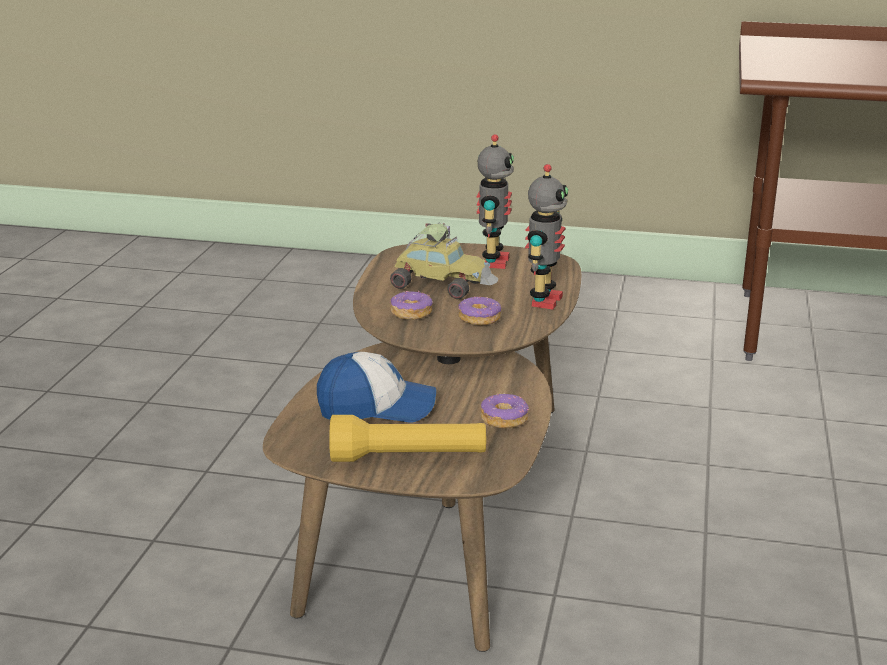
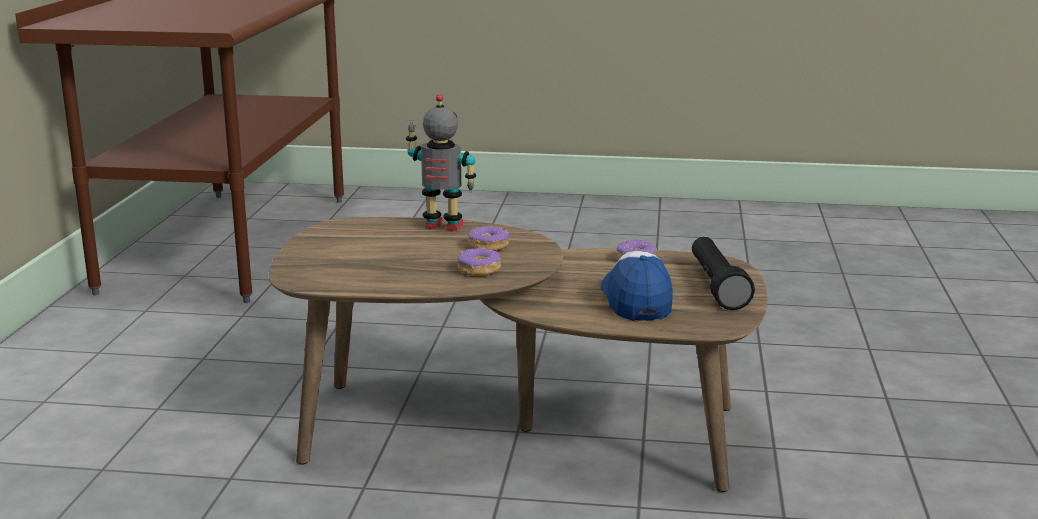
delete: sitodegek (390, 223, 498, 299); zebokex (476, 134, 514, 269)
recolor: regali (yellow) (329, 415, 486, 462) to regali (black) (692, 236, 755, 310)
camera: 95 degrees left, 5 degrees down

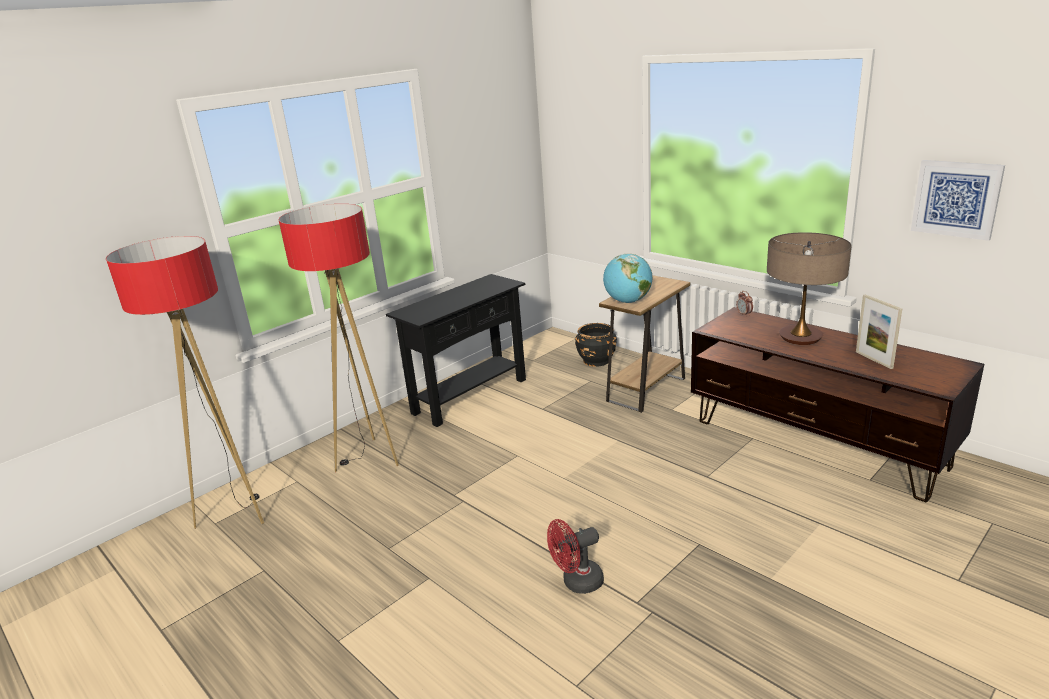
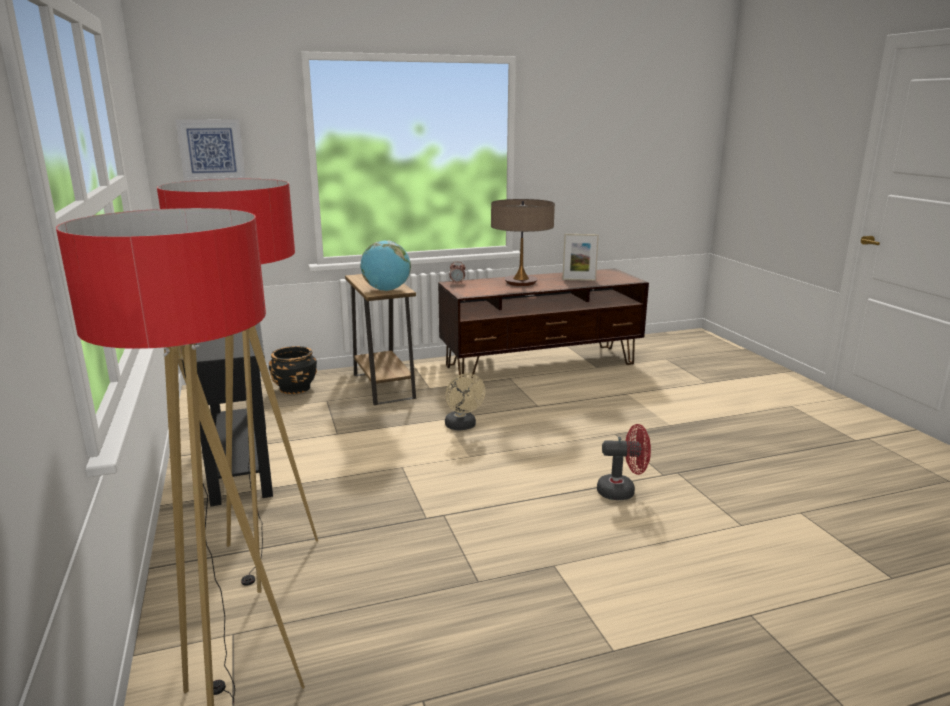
insert: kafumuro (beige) (445, 373, 486, 431)
move: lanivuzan (911, 160, 1005, 241) to (176, 119, 245, 181)
rotate: kafumuro (red) (547, 519, 604, 594) = (597, 424, 651, 500) 90 degrees counterclockwise
camera: 65 degrees left, 5 degrees down

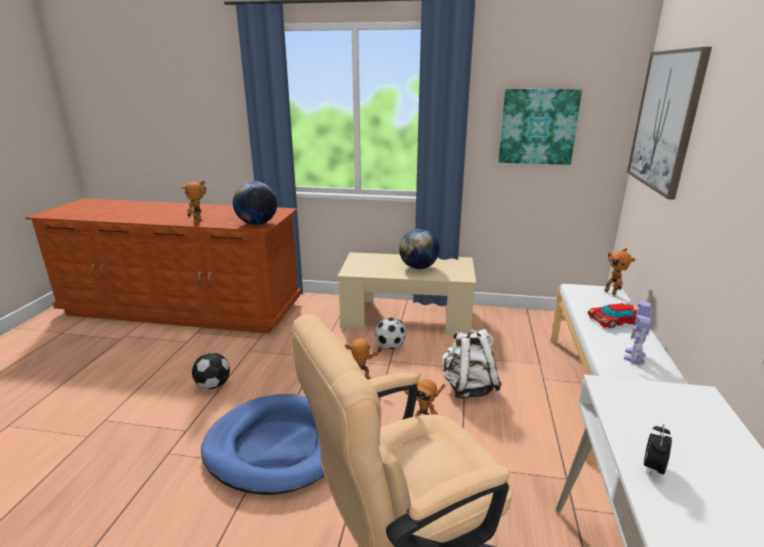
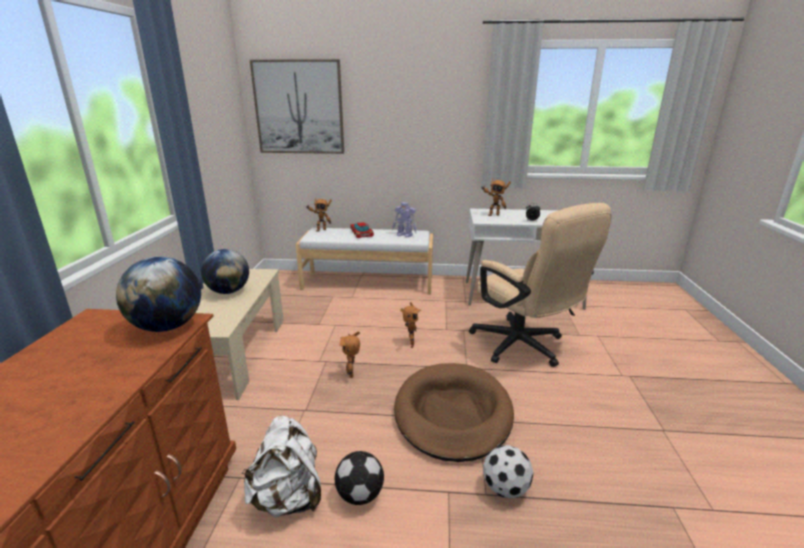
delete: lanivuzan (498, 89, 582, 165)
move: zebokex (181, 180, 206, 224) to (481, 179, 511, 216); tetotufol (375, 317, 406, 349) to (483, 445, 534, 498); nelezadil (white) (442, 329, 502, 399) to (242, 415, 321, 517)
recolor: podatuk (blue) (201, 394, 324, 495) to podatuk (brown) (394, 363, 514, 462)
camera: 95 degrees left, 0 degrees up

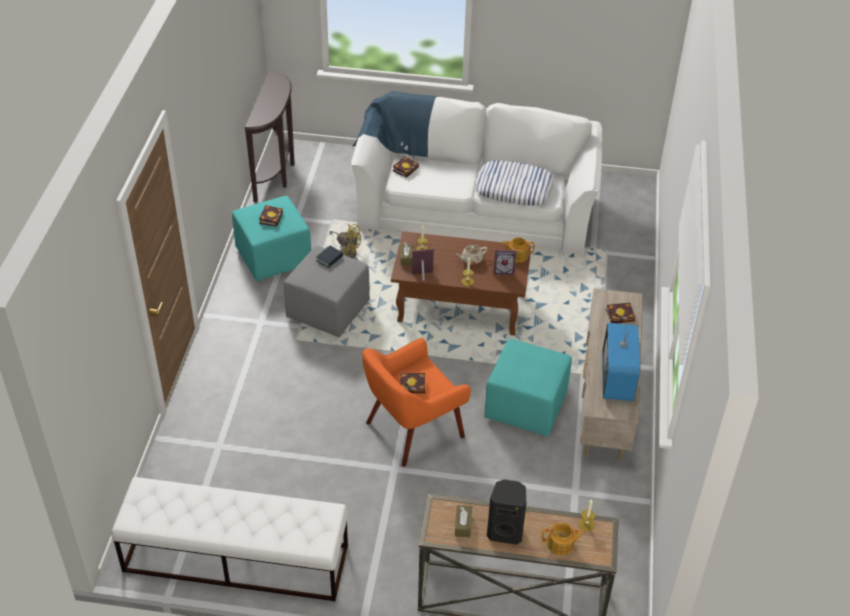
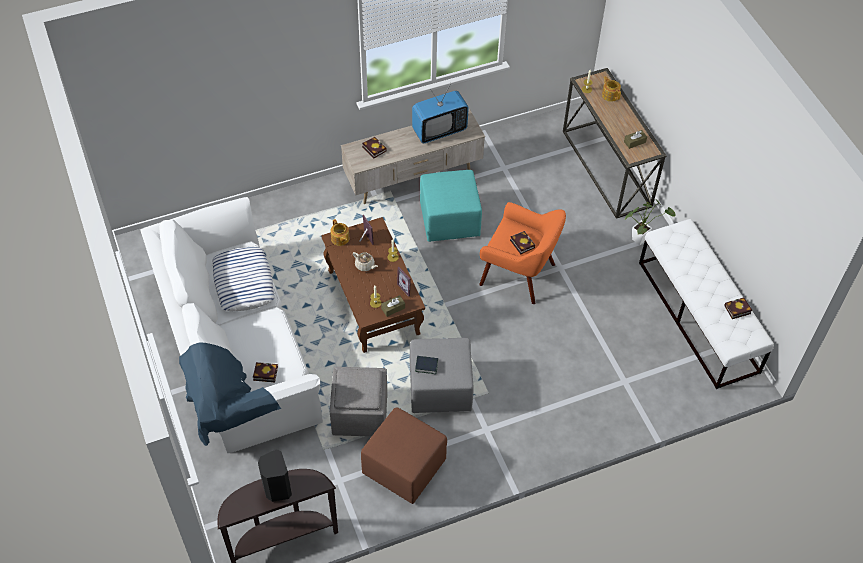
insert: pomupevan (625, 200, 675, 245)
move: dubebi (259, 205, 283, 226) to (724, 297, 752, 319); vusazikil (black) (487, 479, 526, 545) to (258, 449, 292, 502)
replace: kafumuro (yellow) (330, 224, 361, 258) to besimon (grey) (330, 367, 387, 436)
recolor: besimon (turquoise) (232, 196, 311, 281) to besimon (brown) (361, 407, 447, 504)
camera: 120 degrees left, 10 degrees up

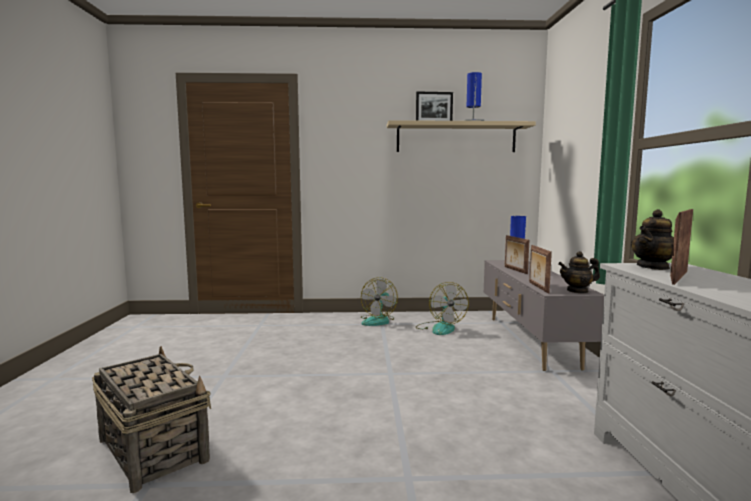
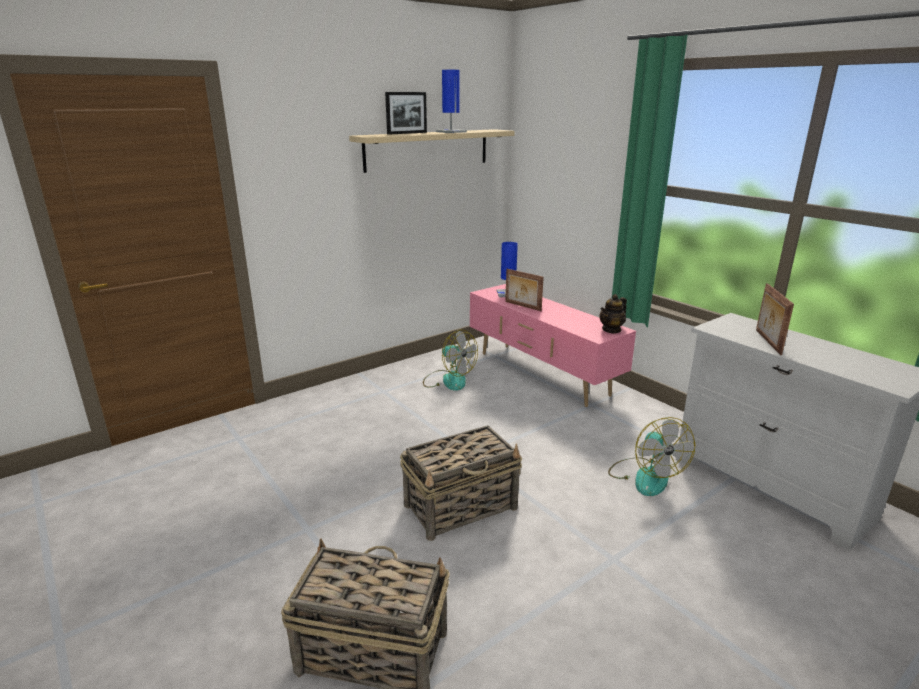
delete: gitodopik (529, 245, 552, 294); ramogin (631, 209, 674, 270)
insert: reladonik (400, 425, 522, 541)
move: kafumuro (361, 277, 398, 326) to (608, 417, 695, 496)
recolor: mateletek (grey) (484, 260, 604, 371) to mateletek (pink) (470, 284, 636, 407)
camera: 35 degrees left, 15 degrees up

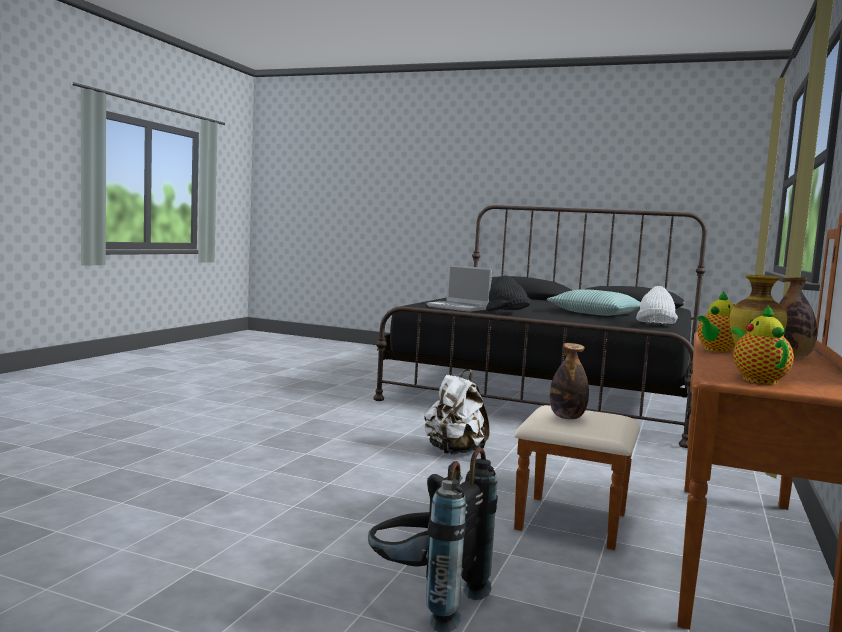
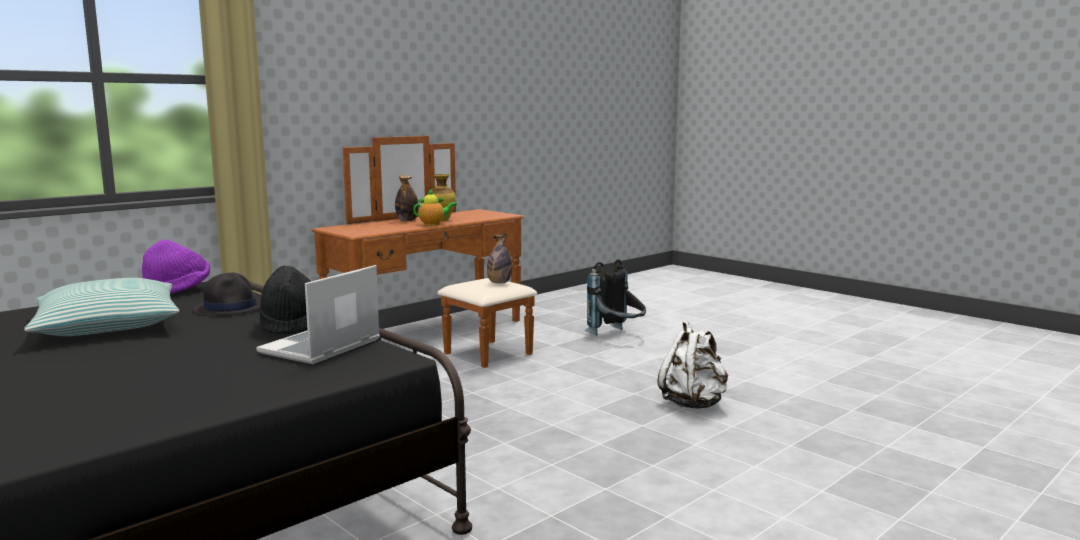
delete: ramogin (732, 305, 794, 384)
insert: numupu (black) (193, 273, 261, 316)
move: nelezadil (white) (425, 369, 490, 455) to (657, 321, 728, 409)
recolor: numupu (white) (636, 286, 678, 324) to numupu (purple) (142, 240, 210, 294)
rotate: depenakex (426, 265, 492, 312) = (256, 265, 380, 364) 120 degrees counterclockwise
camera: 155 degrees left, 5 degrees up

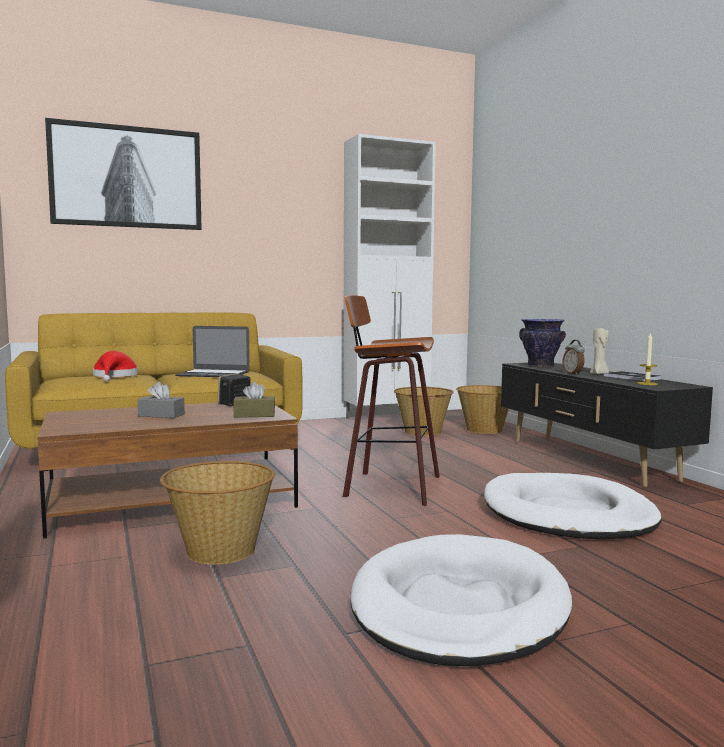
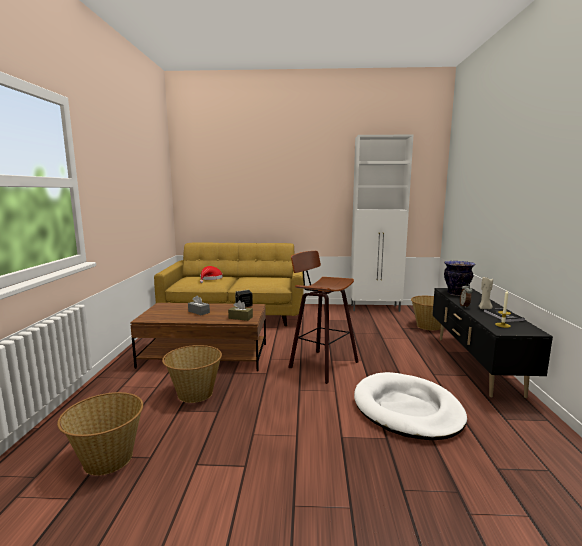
delete: lanivuzan (45, 118, 202, 230); depenakex (175, 326, 250, 377); podatuk (white) (350, 534, 572, 666)
move: reladonik (394, 387, 454, 436) to (57, 392, 143, 476)
camera: 25 degrees right, 5 degrees up

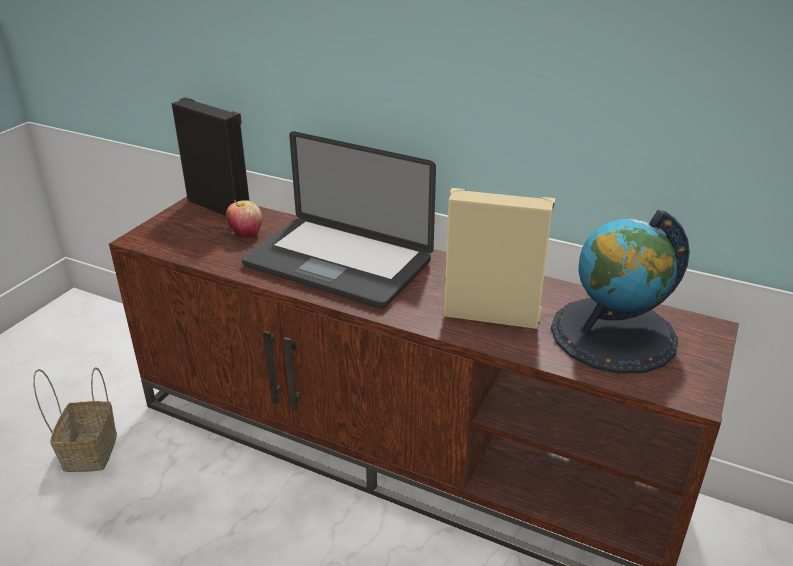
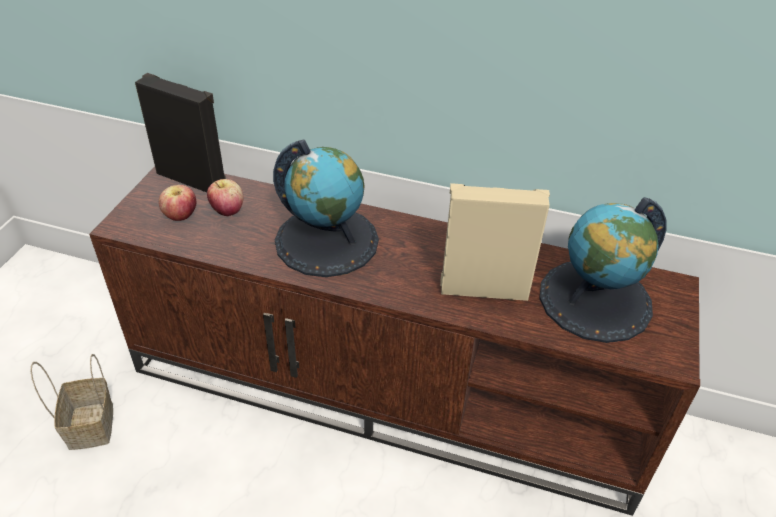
insert: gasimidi (159, 185, 196, 221)
replace: depenakex (242, 131, 436, 308) to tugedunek (273, 140, 379, 277)
camera: 10 degrees left, 10 degrees up

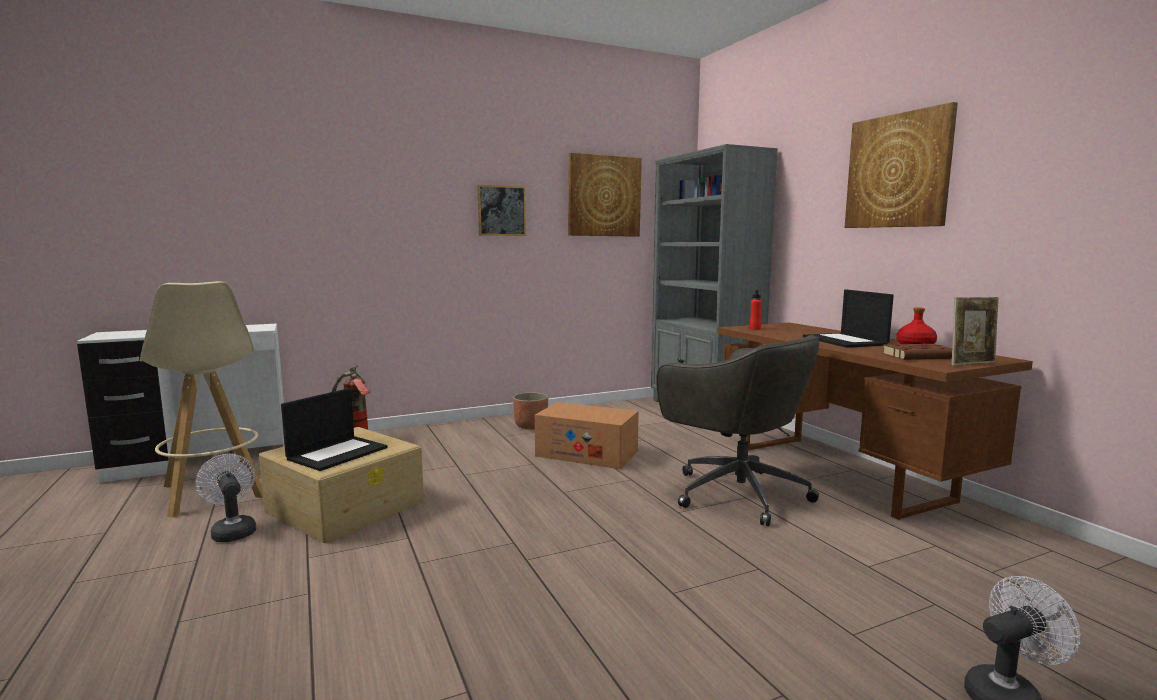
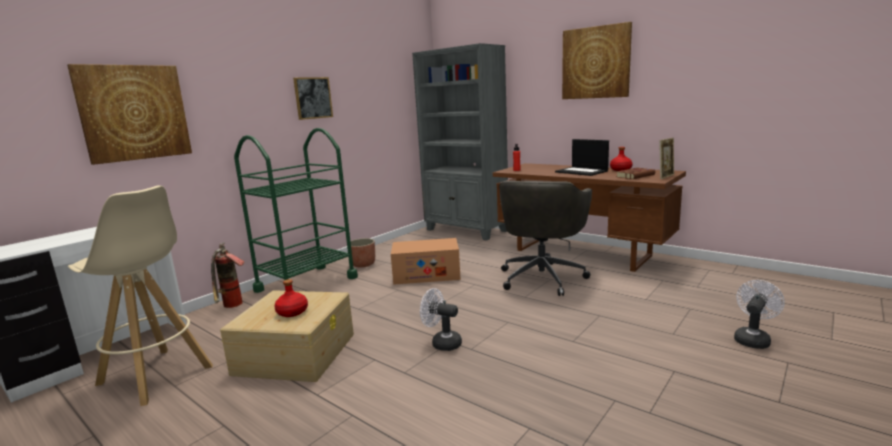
insert: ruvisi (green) (234, 128, 358, 293)
move: kafumuro (white) (195, 454, 256, 542) to (420, 288, 462, 351); lanivuzan (568, 153, 642, 237) to (67, 64, 192, 165)
replace: depenakex (281, 388, 388, 471) to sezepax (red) (274, 279, 308, 317)
rotate: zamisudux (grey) (656, 335, 820, 526) = (499, 181, 592, 296) 90 degrees clockwise
camera: 25 degrees left, 5 degrees up

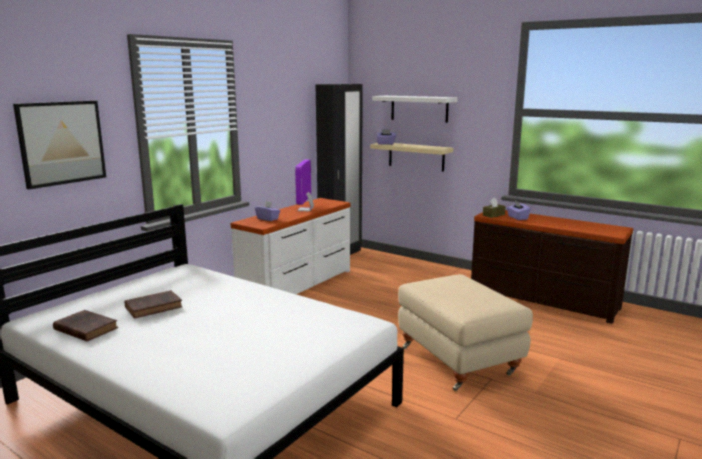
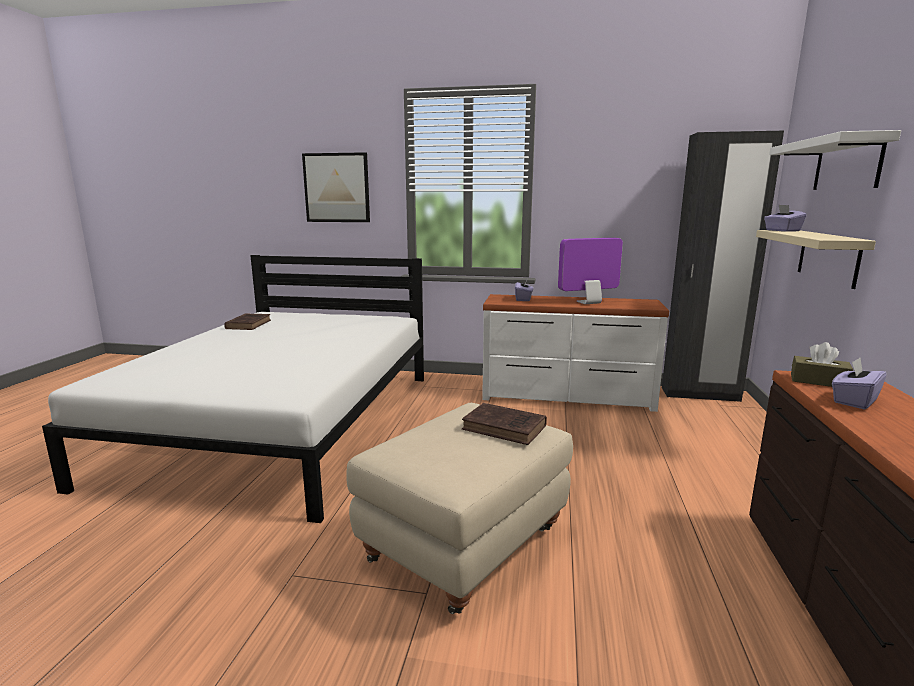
move: dubebi (brown) (124, 290, 182, 319) to (462, 403, 547, 445)
camera: 65 degrees right, 0 degrees up

